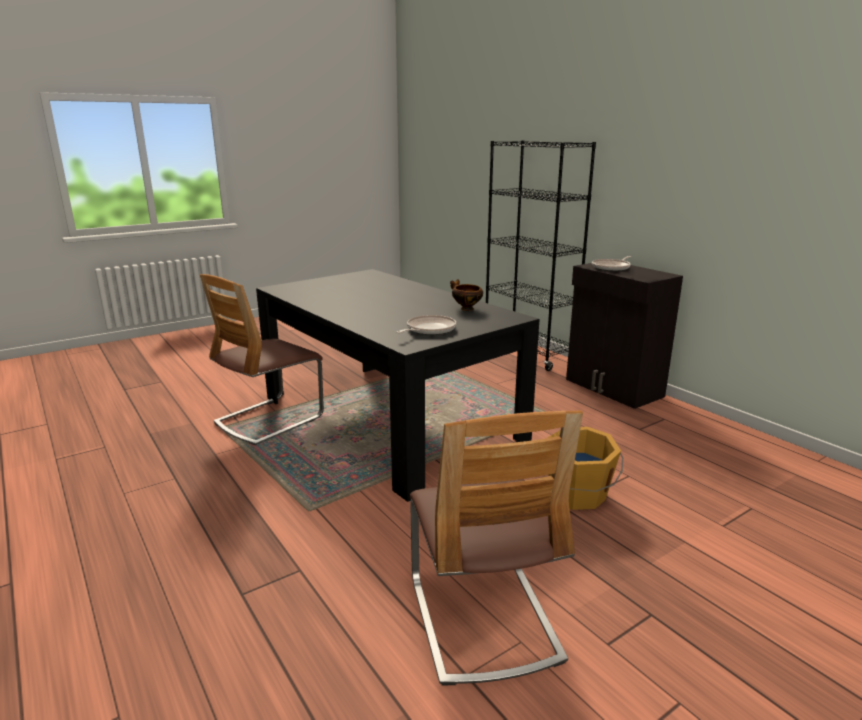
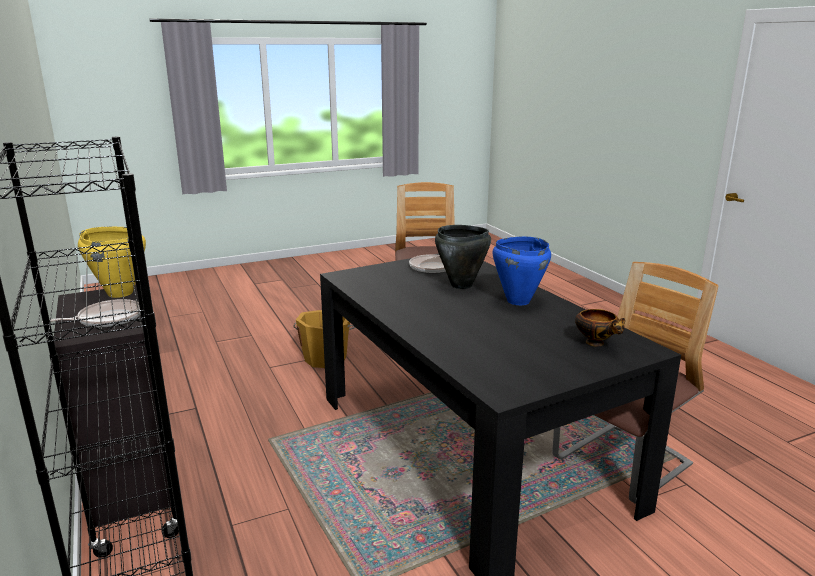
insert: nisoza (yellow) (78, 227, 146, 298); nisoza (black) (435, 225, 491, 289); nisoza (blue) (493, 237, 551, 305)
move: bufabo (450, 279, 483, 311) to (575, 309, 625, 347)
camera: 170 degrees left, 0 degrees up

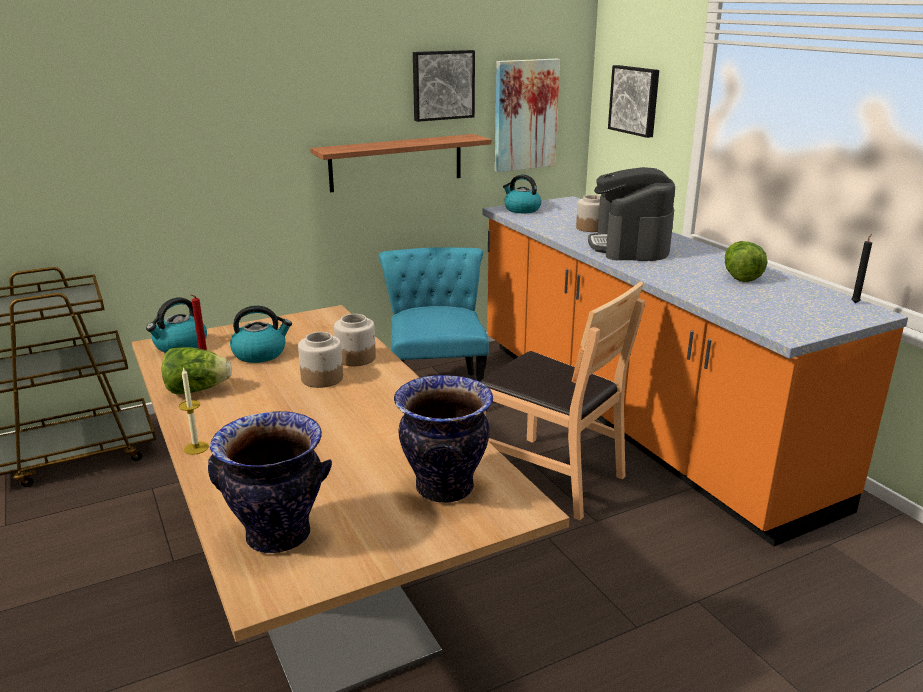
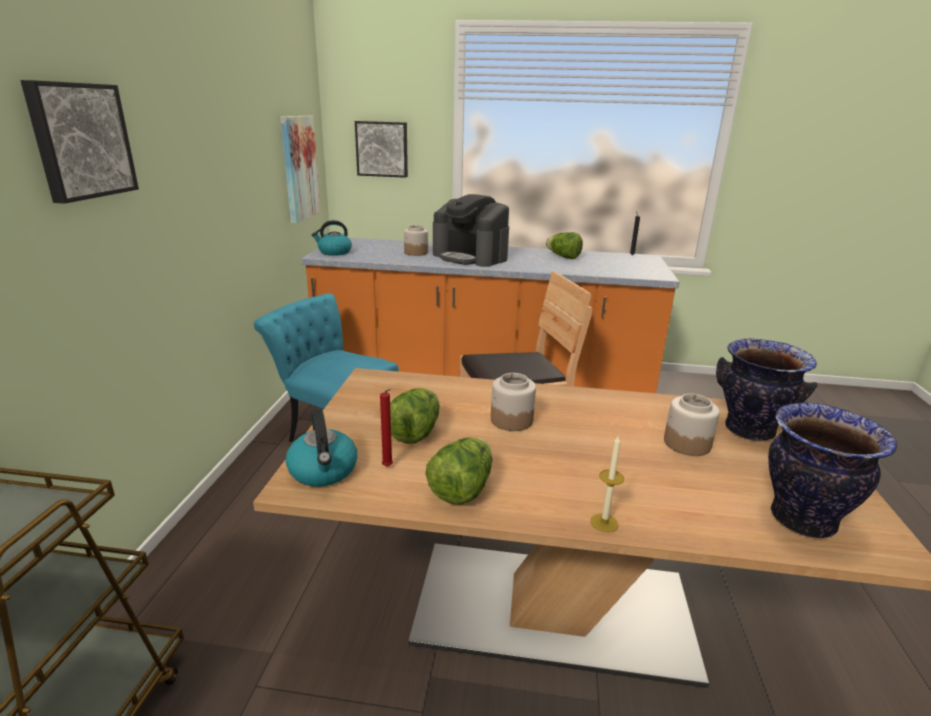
delete: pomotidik (310, 134, 492, 193)
move: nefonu (334, 314, 376, 366) to (664, 394, 720, 456); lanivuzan (413, 50, 475, 122) to (20, 80, 139, 204)
replace: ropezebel (230, 306, 292, 363) to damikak (390, 388, 440, 444)
camera: 55 degrees left, 0 degrees up

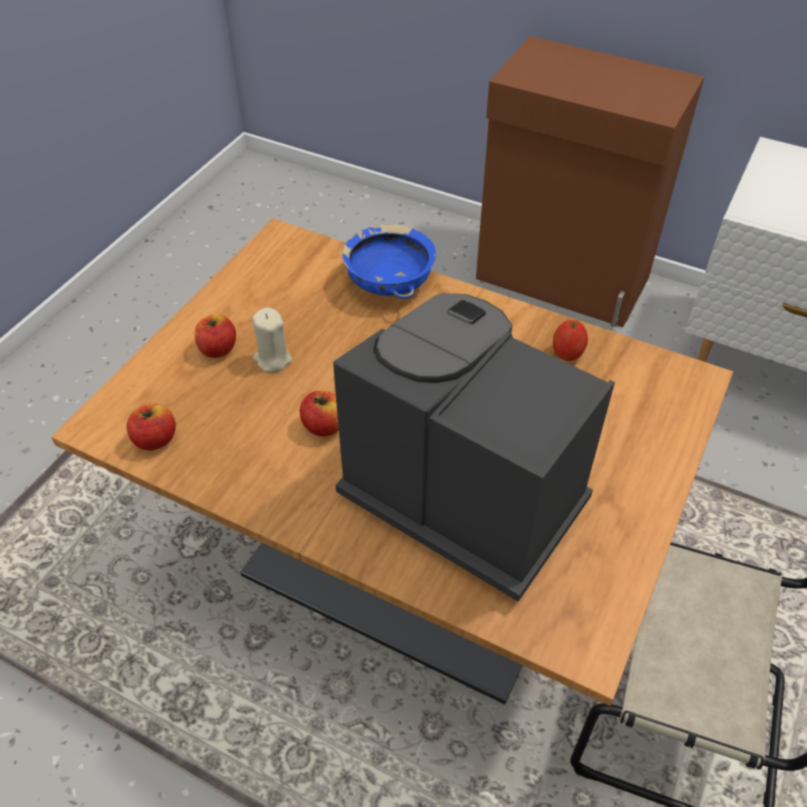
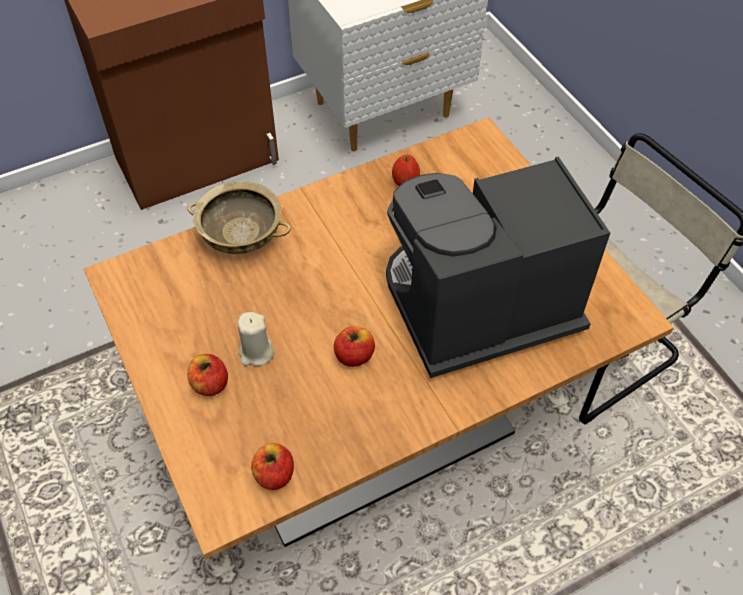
recolor: bufabo (blue) (342, 225, 436, 299) to bufabo (beige) (188, 181, 291, 254)
camera: 55 degrees left, 5 degrees up

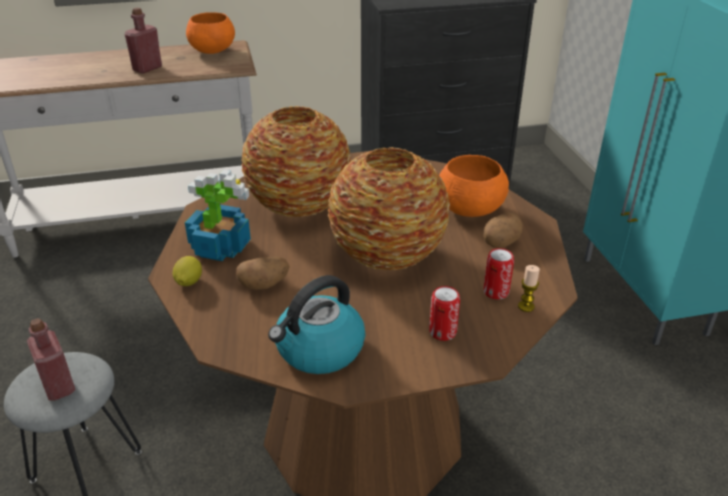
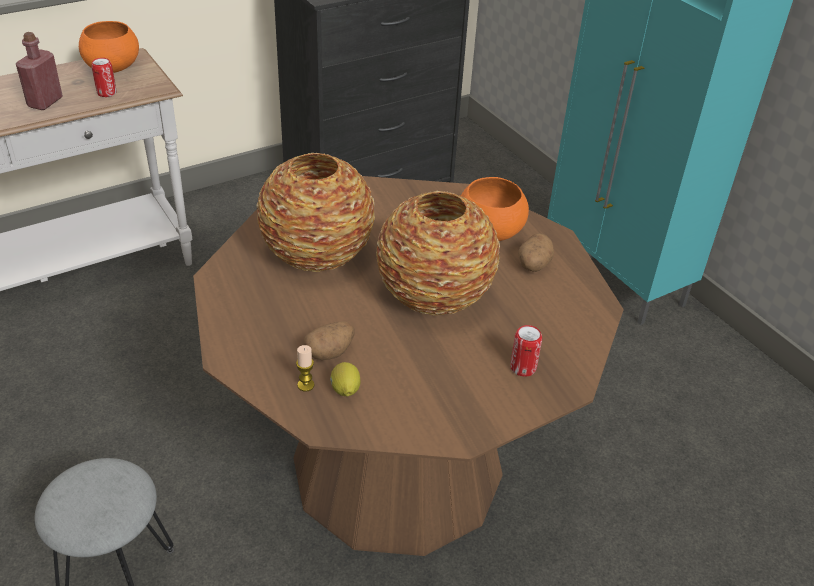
delete: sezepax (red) (27, 318, 76, 401); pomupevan (185, 170, 251, 261); ropezebel (268, 275, 365, 374)
move: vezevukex (173, 256, 202, 286) to (330, 362, 360, 397); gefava (484, 248, 514, 299) to (92, 58, 116, 97); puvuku (518, 265, 540, 312) to (296, 345, 315, 392)
camera: 20 degrees left, 5 degrees up

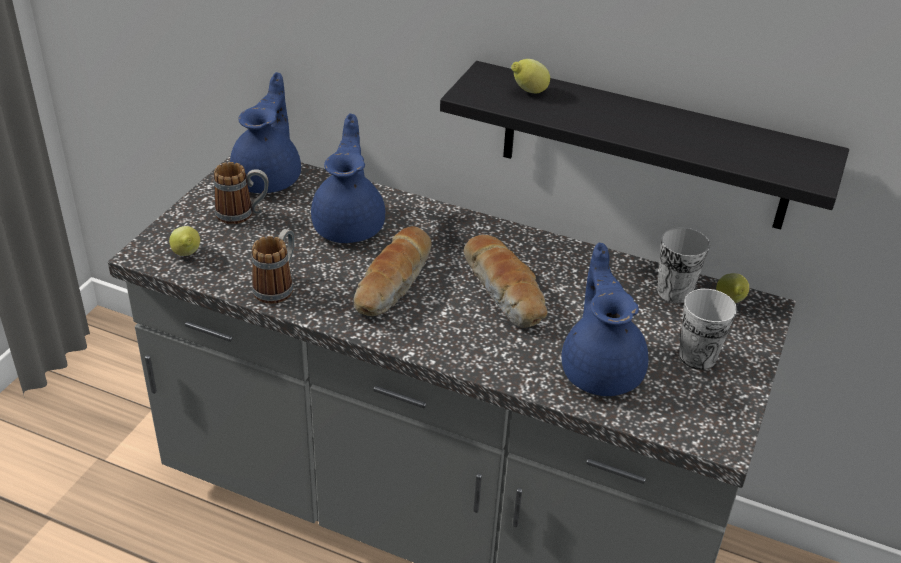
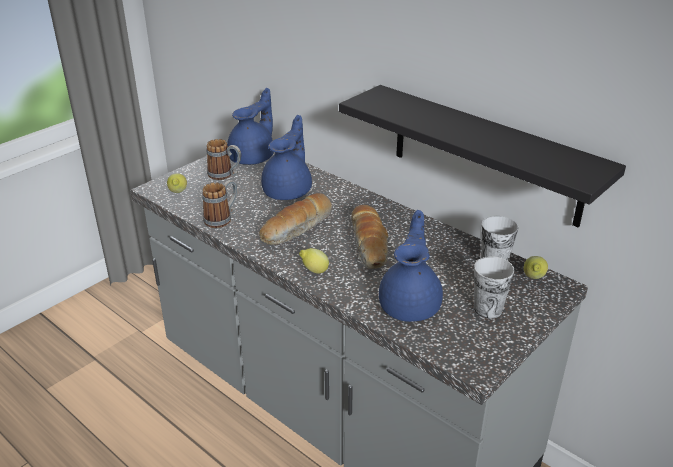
move: vezevukex (511, 59, 550, 93) to (299, 248, 329, 274)
camera: 20 degrees right, 5 degrees down

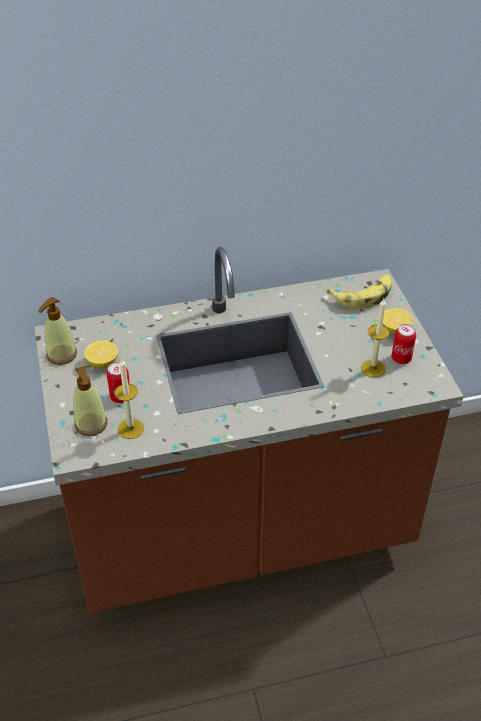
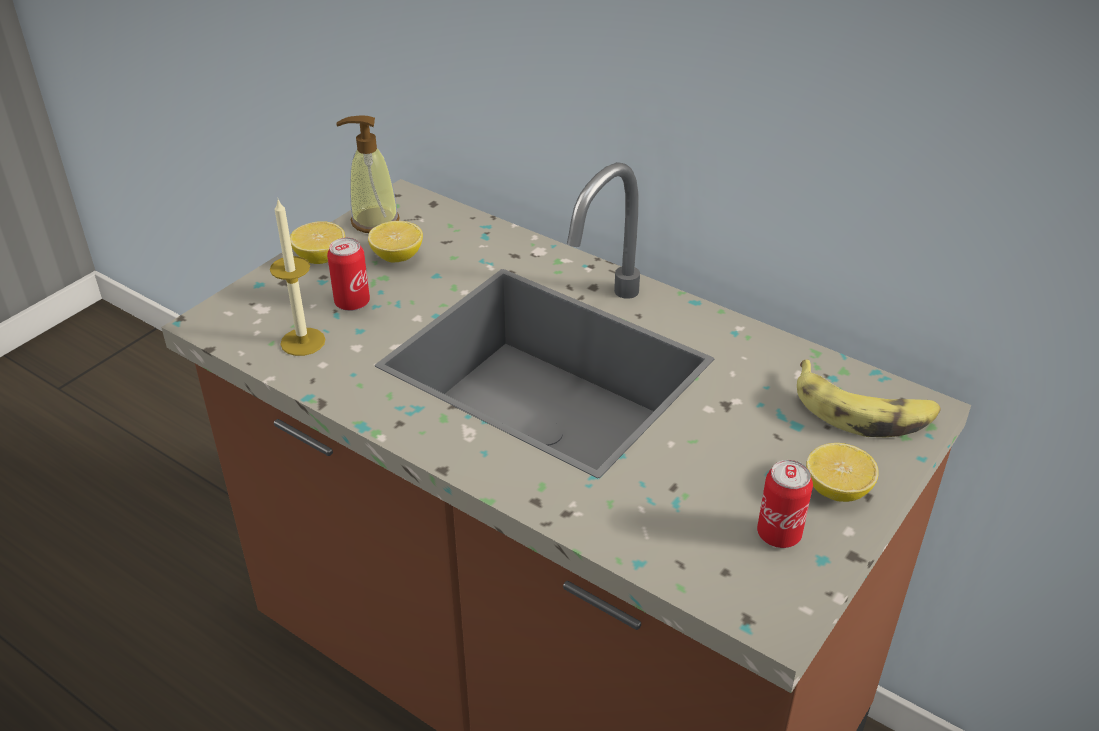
delete: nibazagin (73, 366, 108, 436); puvuku (361, 298, 390, 377)
insert: vezevukex (290, 221, 345, 264)
camera: 50 degrees right, 5 degrees down

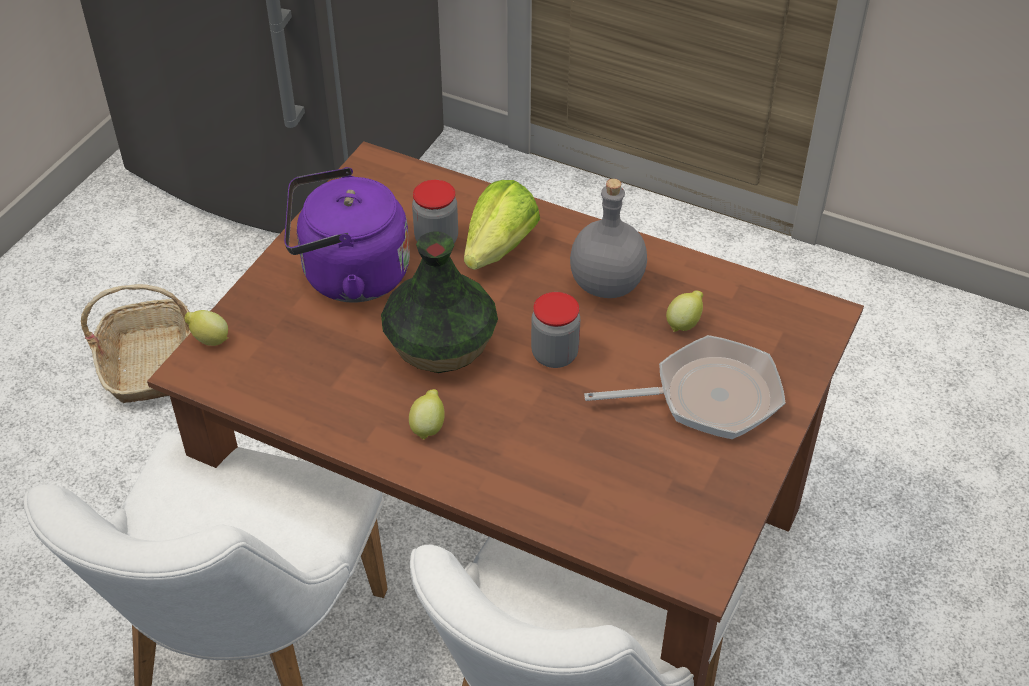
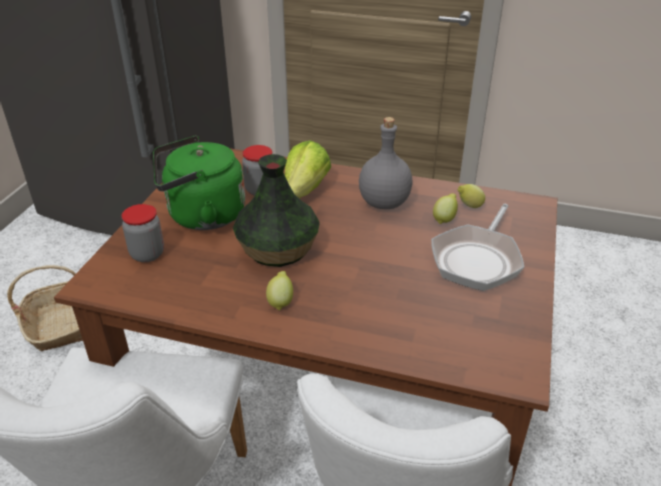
move: vezevukex (184, 310, 228, 346) to (458, 184, 485, 208); nefonu (531, 292, 580, 368) to (121, 204, 164, 262)
recolor: ropezebel (purple) (284, 167, 410, 302) to ropezebel (green) (153, 136, 245, 230)
rotate: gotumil (584, 335, 786, 439) = (431, 204, 525, 291) 135 degrees clockwise
camera: 10 degrees left, 10 degrees down

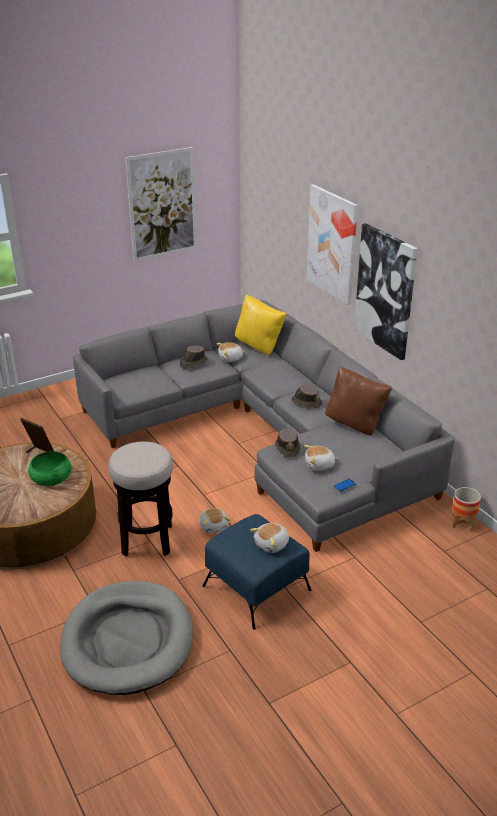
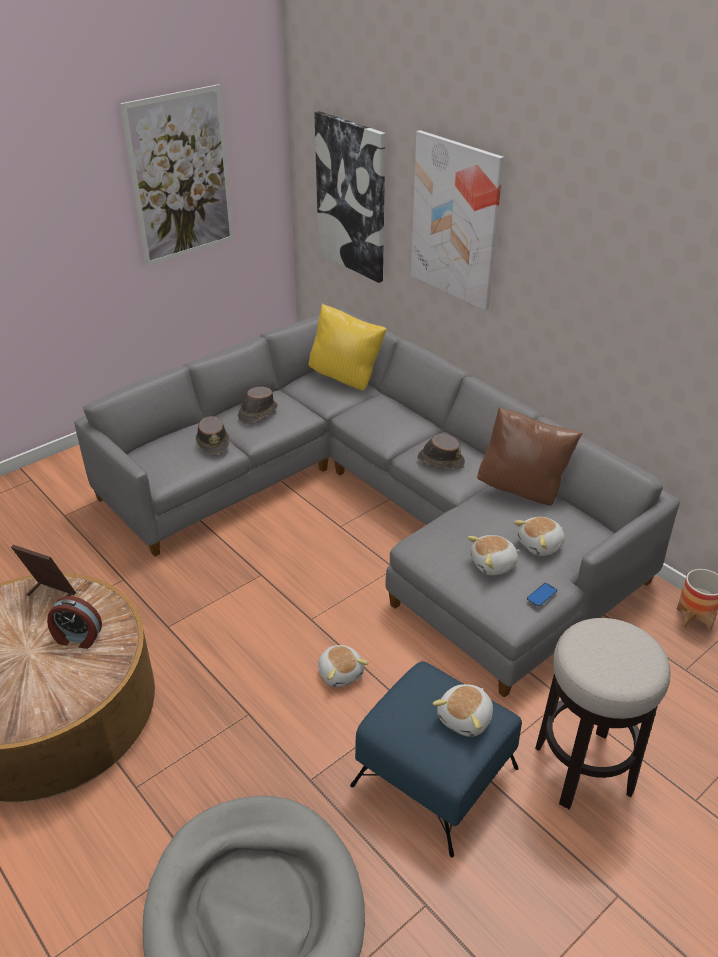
move: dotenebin (108, 442, 173, 556) to (535, 618, 671, 810); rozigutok (216, 342, 245, 362) to (514, 517, 565, 556); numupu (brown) (275, 429, 300, 458) to (196, 416, 229, 455); lanivuzan (354, 223, 418, 360) to (314, 111, 385, 283)
replace: bufabo (green) (28, 451, 72, 486) to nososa (47, 596, 102, 649)
camera: 10 degrees left, 5 degrees up

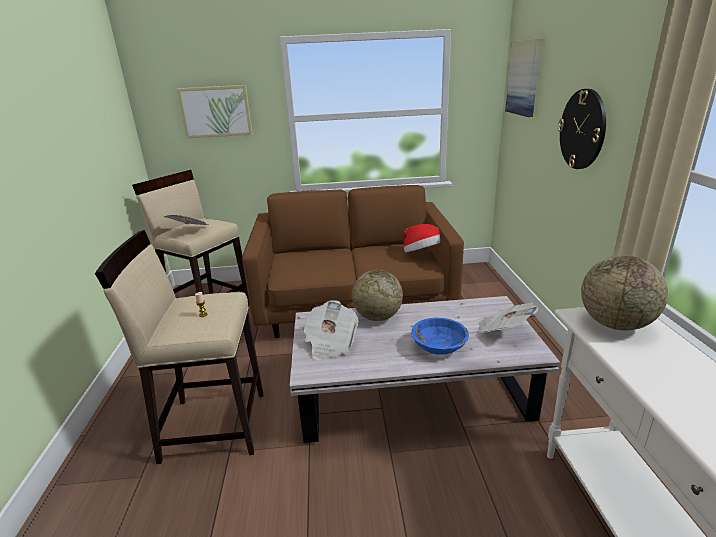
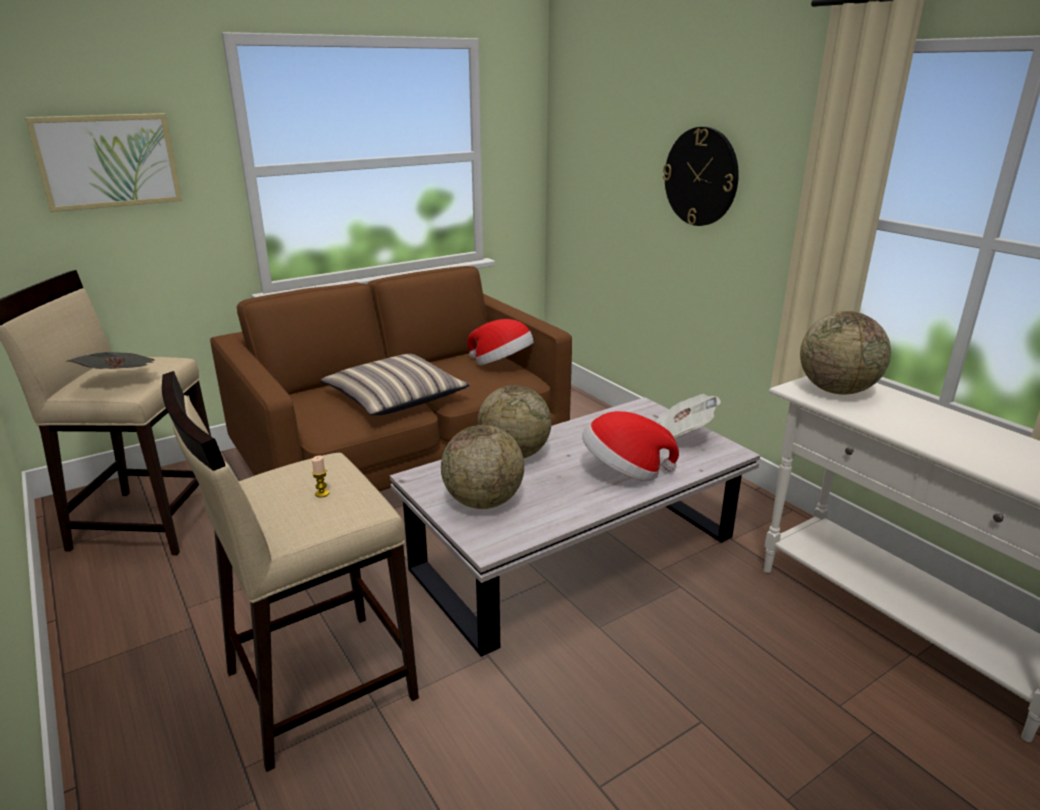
delete: lanivuzan (505, 38, 542, 117)
insert: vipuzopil (321, 354, 470, 415)
replace: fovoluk (303, 300, 359, 360) to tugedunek (441, 425, 524, 509); bufabo (blue) (411, 318, 469, 355) to numupu (582, 411, 679, 481)
camera: 30 degrees left, 0 degrees up

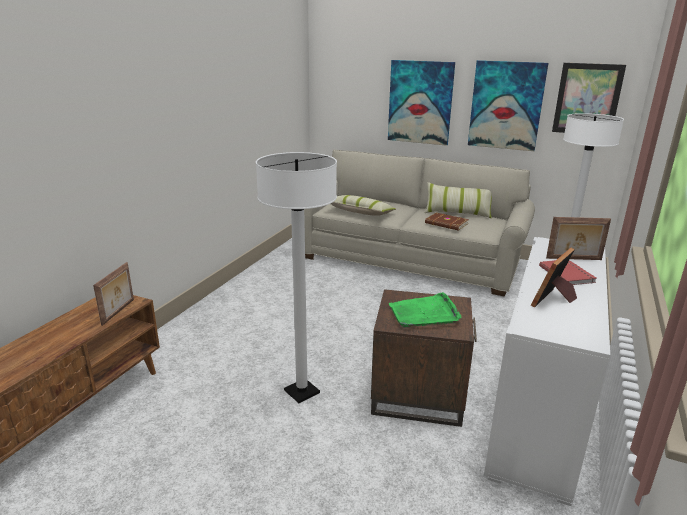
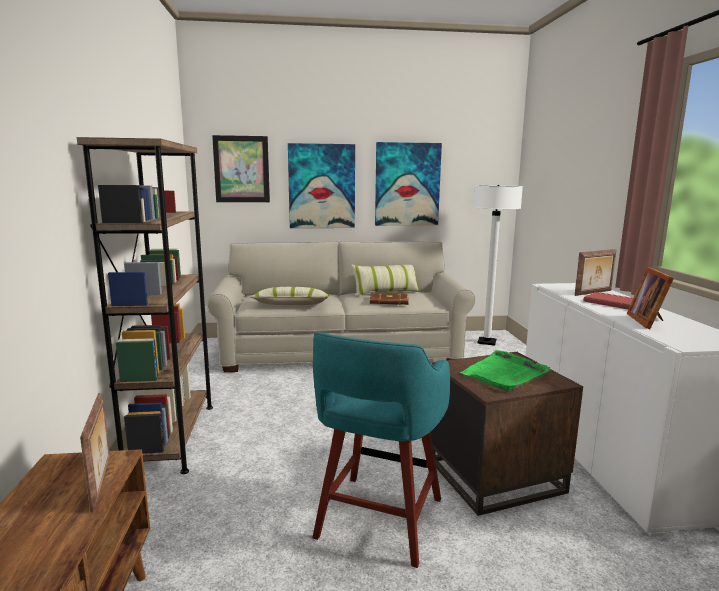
insert: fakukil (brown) (77, 137, 213, 474)
move: lanivuzan (552, 63, 626, 133) to (212, 135, 270, 202)
replace: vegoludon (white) (256, 152, 337, 403) to dotenebin (turquoise) (312, 332, 450, 568)
camera: 30 degrees left, 10 degrees down

